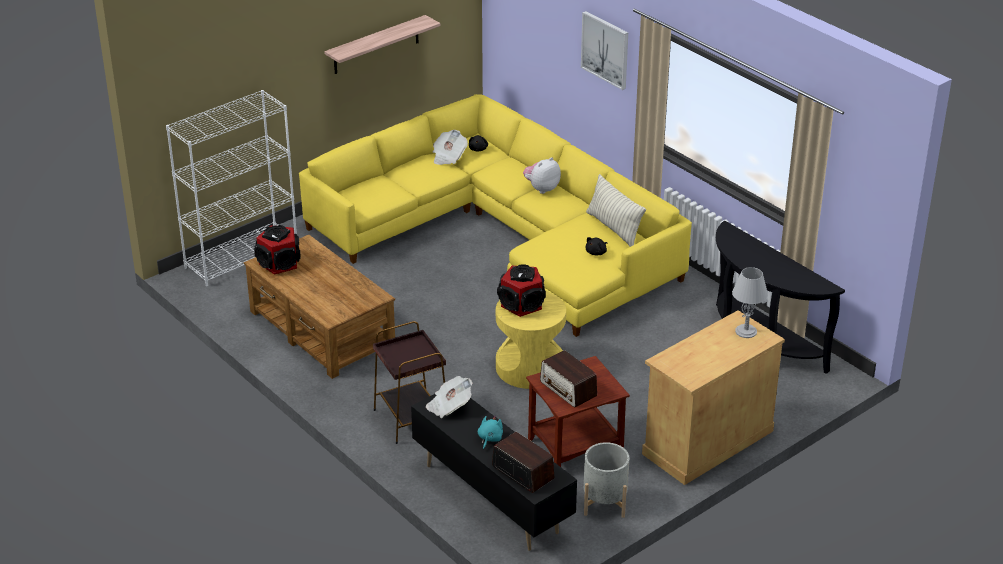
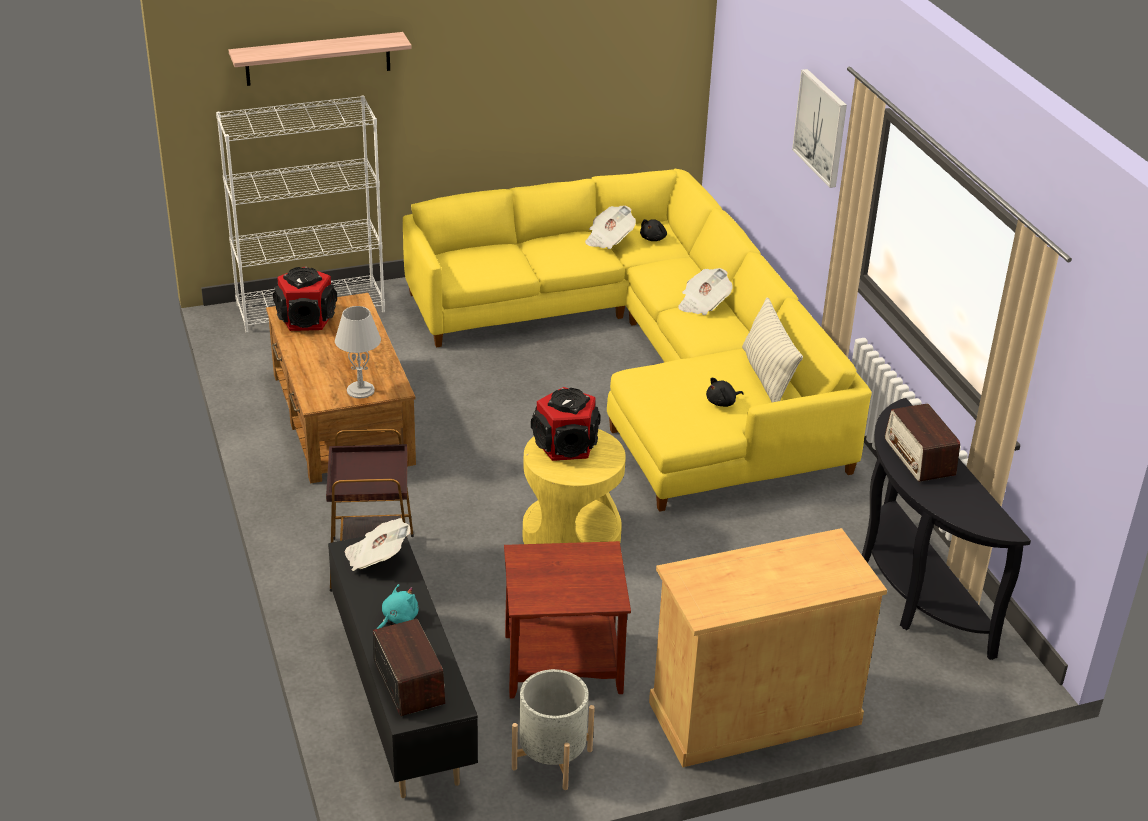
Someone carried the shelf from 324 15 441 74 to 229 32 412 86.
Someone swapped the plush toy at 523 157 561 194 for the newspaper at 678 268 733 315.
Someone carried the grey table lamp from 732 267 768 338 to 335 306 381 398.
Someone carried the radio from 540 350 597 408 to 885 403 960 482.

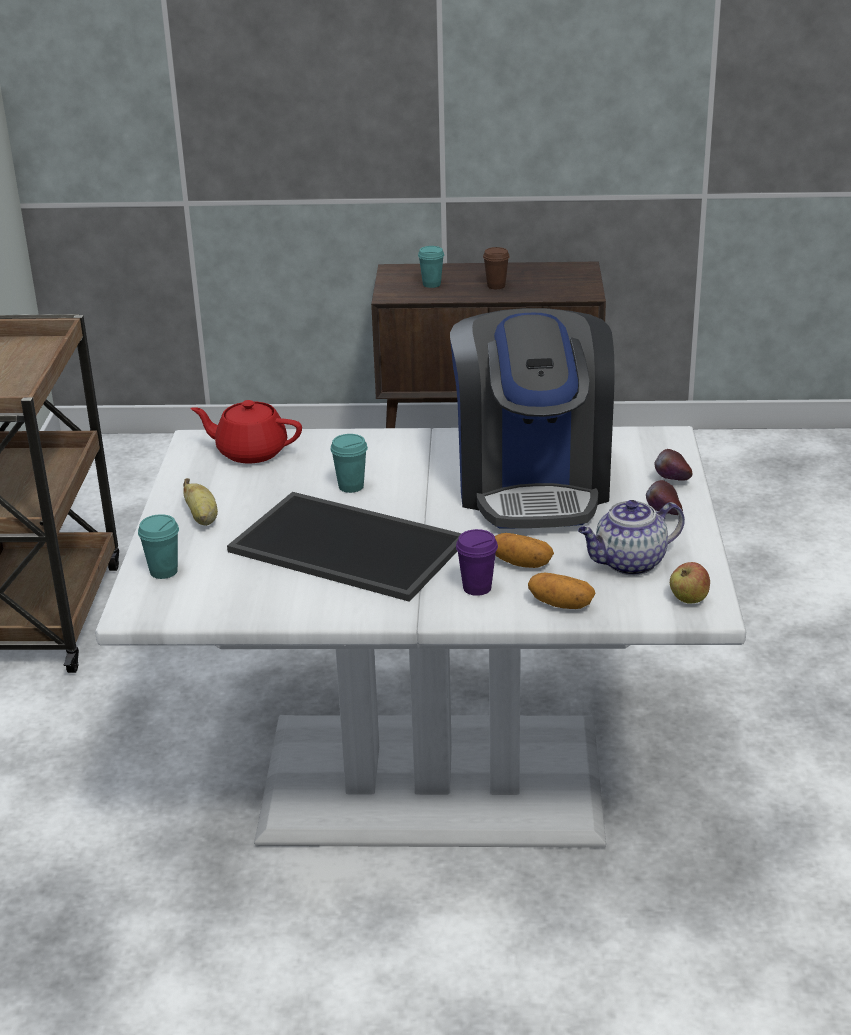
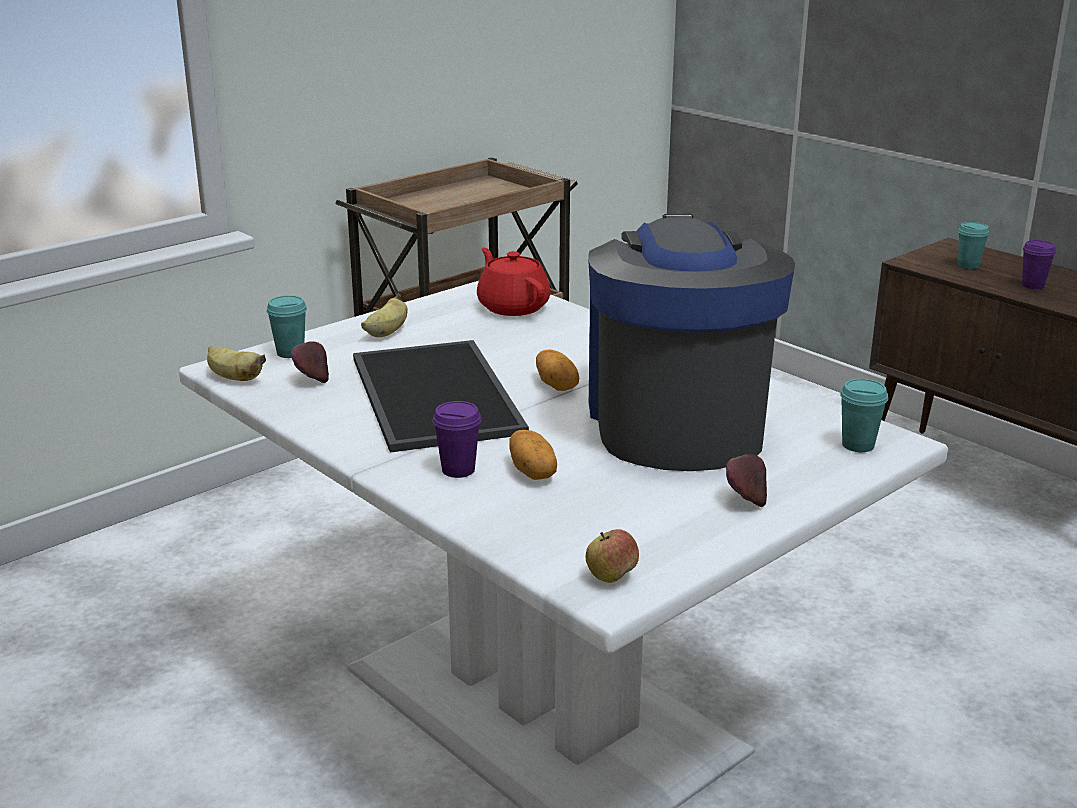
Someone repainted the brown cup at 483 247 510 289, which became the purple cup at 1022 240 1056 289.
Someone rotated the coffee machine at 450 308 615 528 by 135 degrees clockwise.
Someone carried the turquoise cup from 330 434 368 493 to 840 379 888 452.
Someone carried the apple from 655 449 693 481 to 291 342 329 383.
Someone took away the teapot at 578 500 685 576.
Someone carried the potato from 528 573 596 609 to 536 350 579 391.
Someone put down the banana at 207 346 266 381.

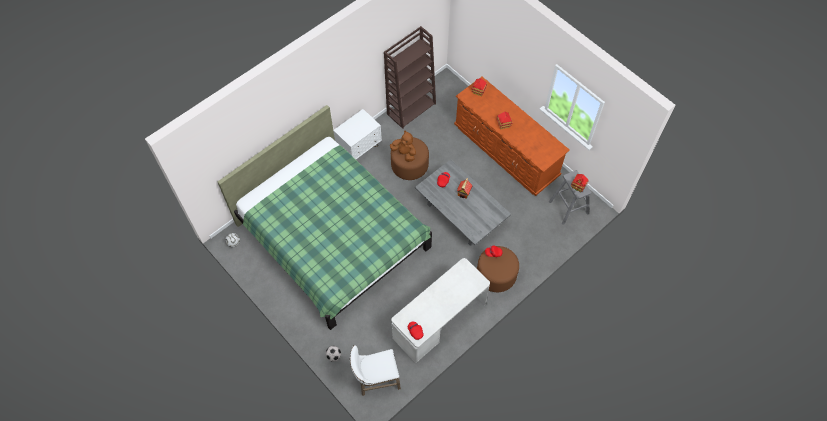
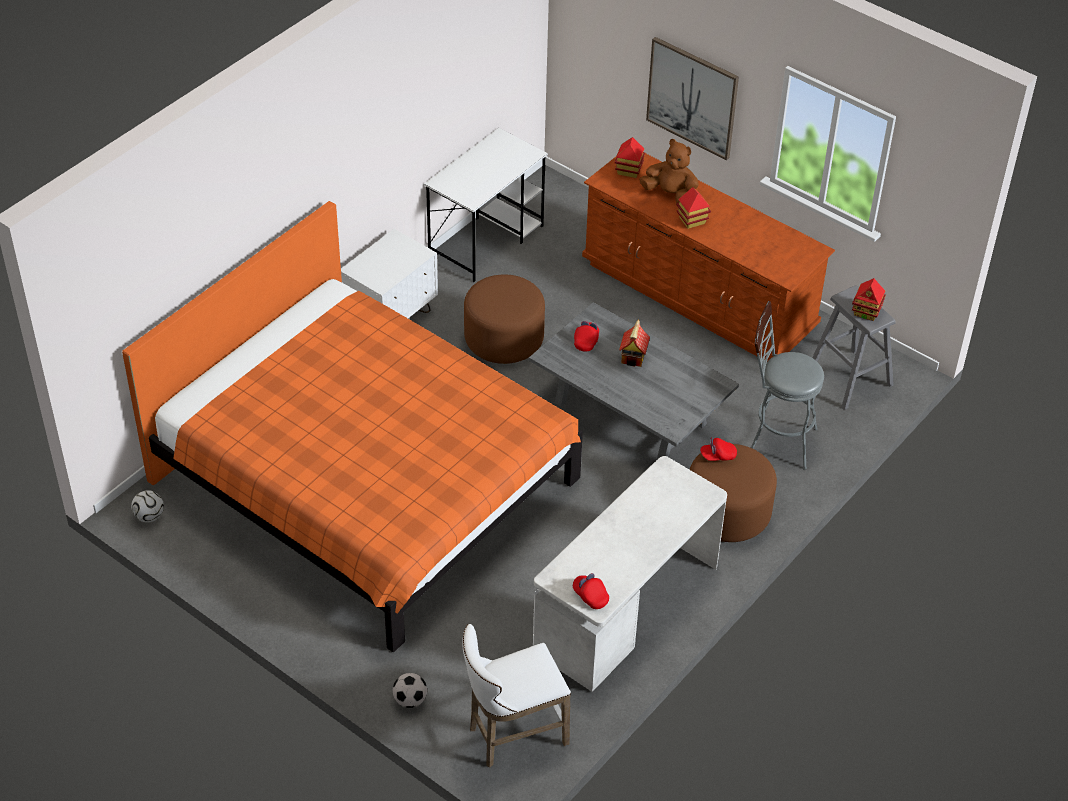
Someone swapped the brown bookcase at 384 26 436 129 for the white desk at 424 128 548 282.
Someone repainted the green bed at 218 105 432 330, which became the orange bed at 122 201 583 652.
Someone carried the brown plush toy from 390 130 416 162 to 639 139 699 203.
Someone put up the picture at 646 37 739 160.
Someone put down the grey stool at 751 301 824 470.

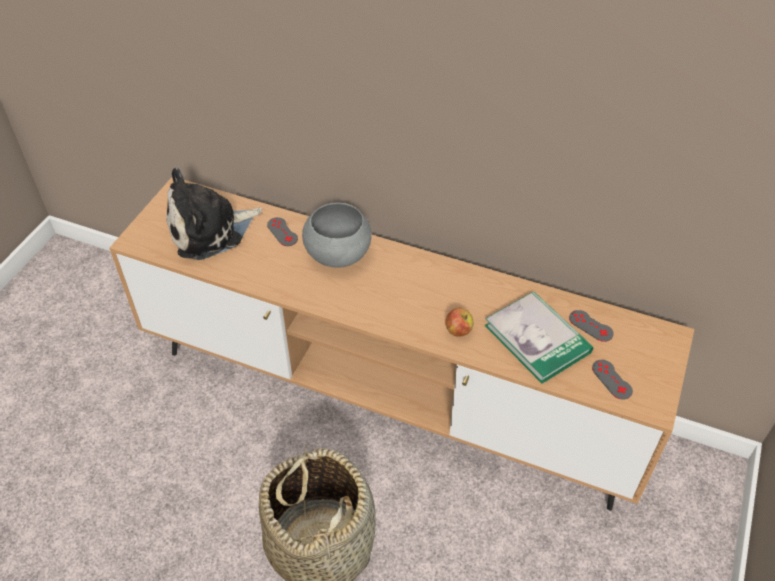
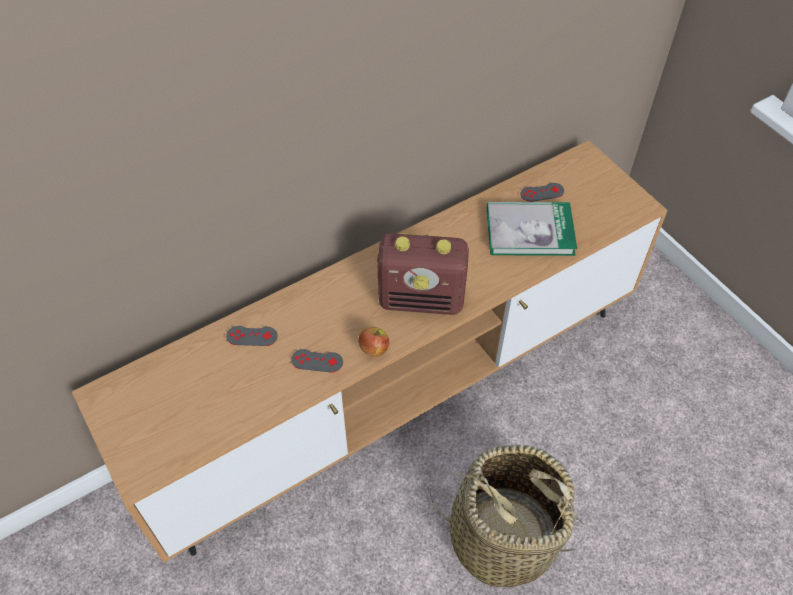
Someone took away the plush toy at 166 168 262 260.
Someone took away the grey bowl at 302 203 372 268.
Someone carried the apple from 445 308 474 337 to 358 327 389 357.
Someone carried the grey game controller from 592 360 633 400 to 291 349 343 372.
Someone put down the radio at 377 233 469 315.

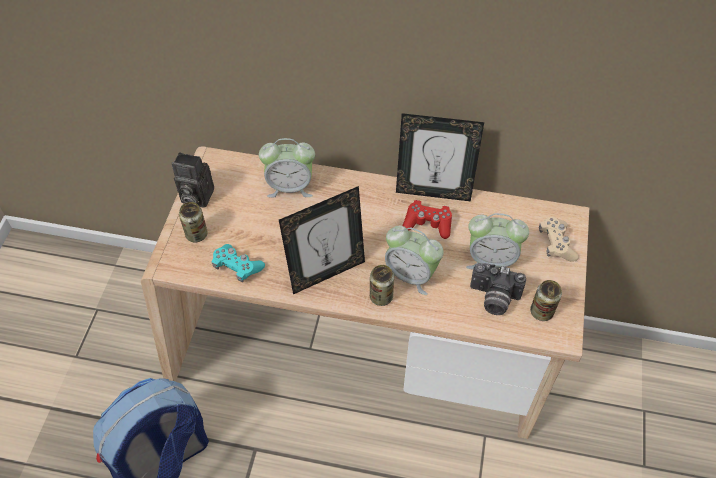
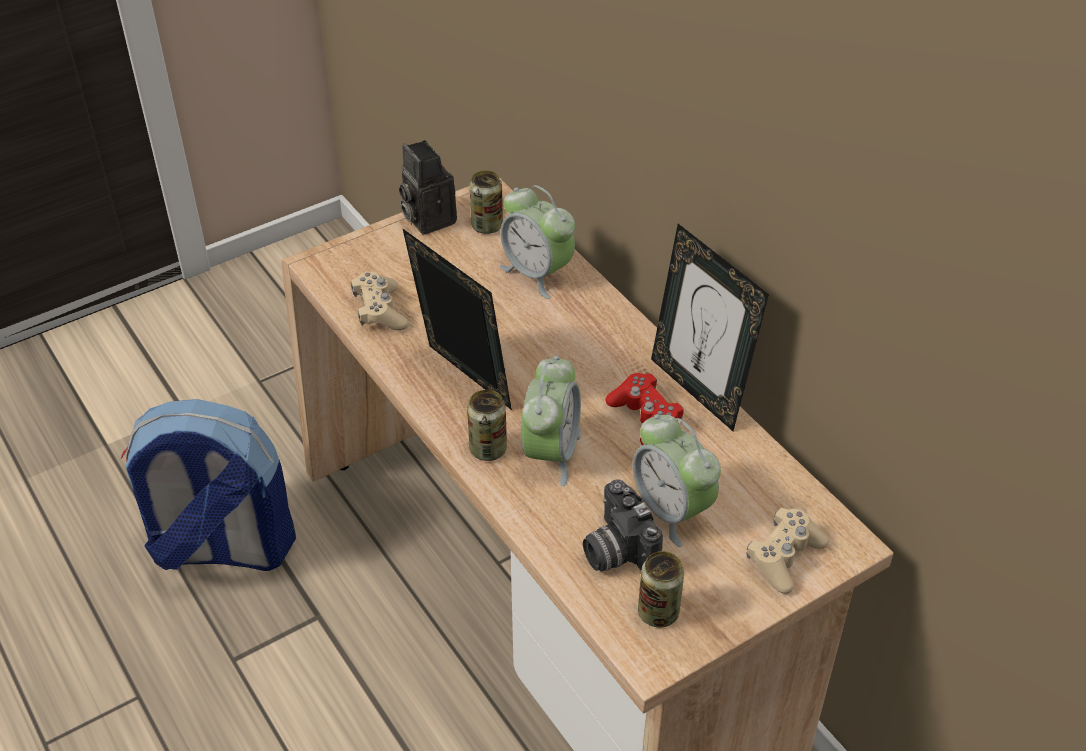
Someone rotated the picture frame at 279 186 365 294 by 150 degrees counterclockwise.
Someone carried the can from 179 202 208 242 to 470 170 503 234.
Someone rotated the alarm clock at 385 226 444 295 by 150 degrees counterclockwise.
Someone repainted the turquoise game controller at 212 244 265 282, which became the beige game controller at 351 272 409 330.

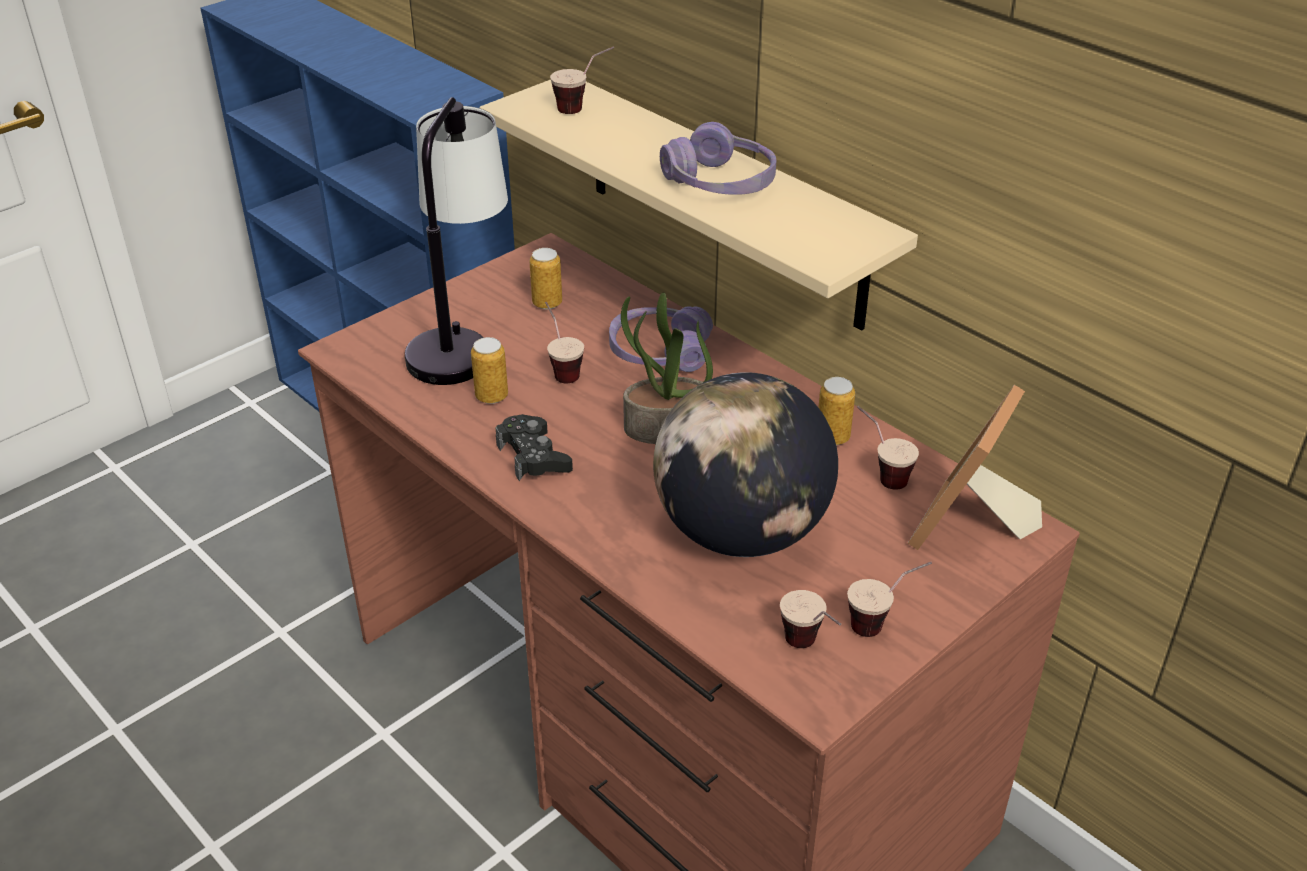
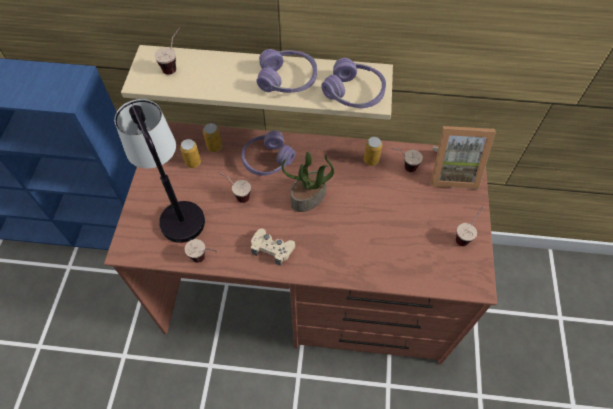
Someone carried the can from 471 337 508 404 to 203 123 222 152.
Someone took away the globe at 653 372 838 557.
Someone rotated the picture frame at 908 385 1042 550 by 75 degrees counterclockwise.
Someone repainted the black game controller at 496 414 573 481, which became the beige game controller at 251 229 295 265.
Someone carried the cup from 780 590 841 648 to 185 239 217 263.
Someone put down the purple headphones at 321 58 386 108.

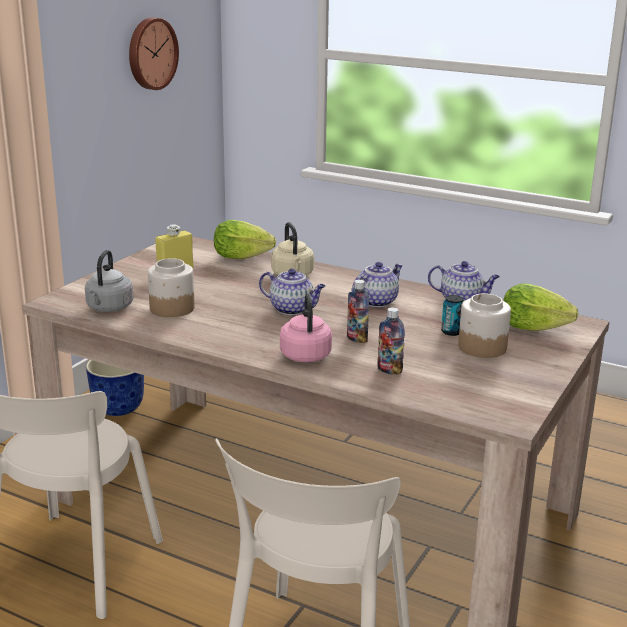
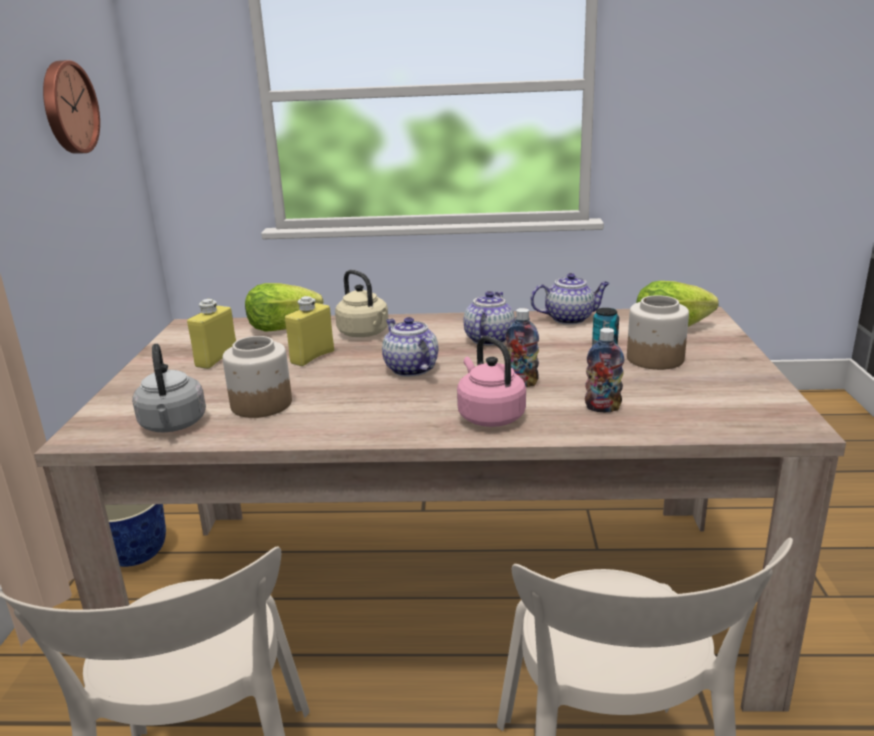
Someone rotated the teapot at 259 269 326 315 by 120 degrees counterclockwise.
Someone put down the yellow bottle at 285 296 334 366.

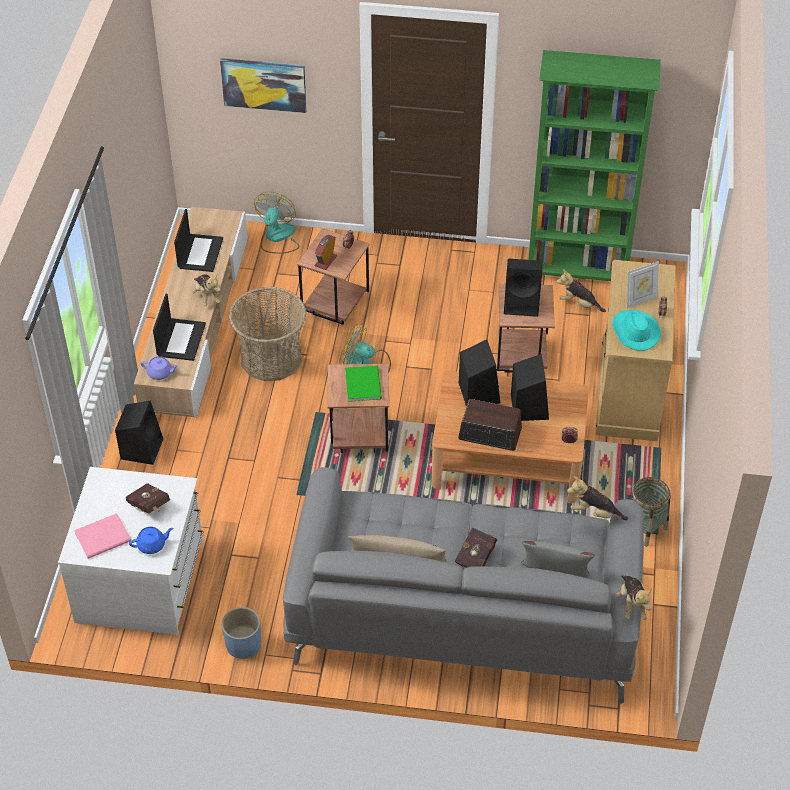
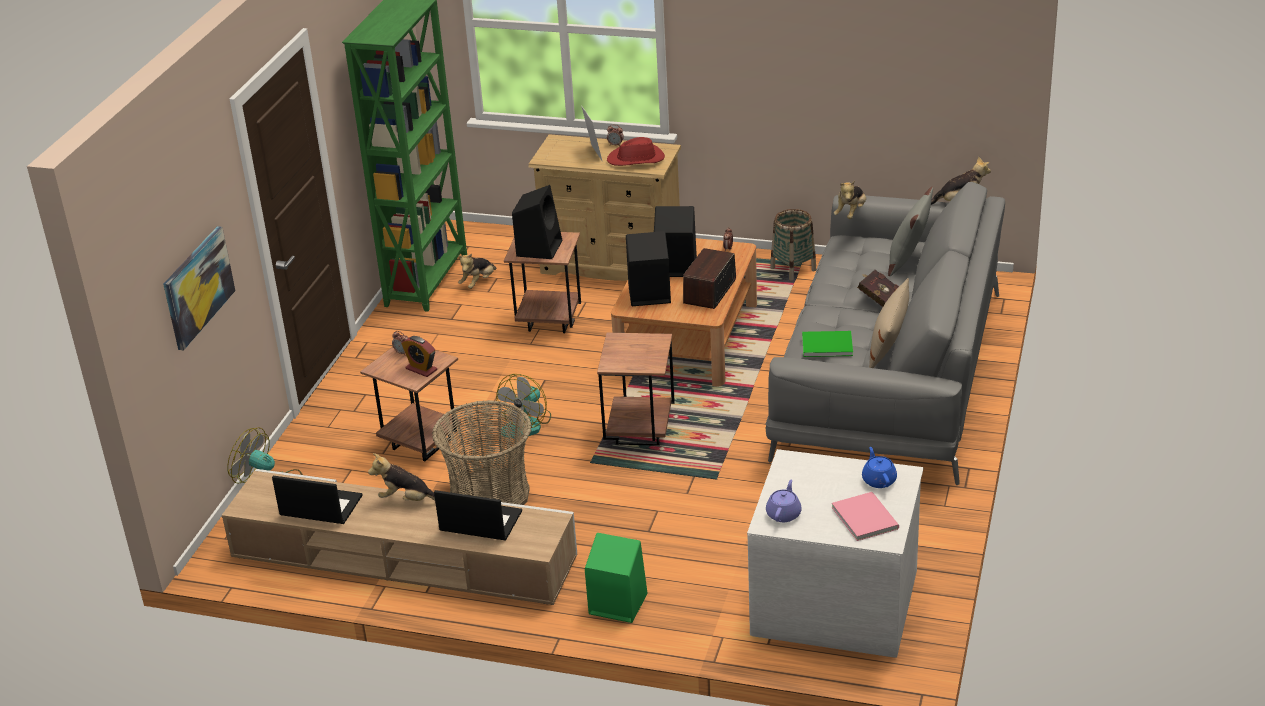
Someone rotated the plush toy at 192 274 221 306 by 150 degrees counterclockwise.
Someone repainted the turquoise hat at 612 310 661 351, which became the red hat at 607 137 665 166.
Someone carried the purple teapot from 140 356 179 380 to 766 479 801 522.
Someone carried the green book from 345 366 382 402 to 802 331 853 357.
Someone repainted the black speaker at 115 401 163 465, which became the green speaker at 585 533 648 623.
Someone took away the red book at 126 483 170 514.
Someone took away the blue planter at 222 607 261 659.

